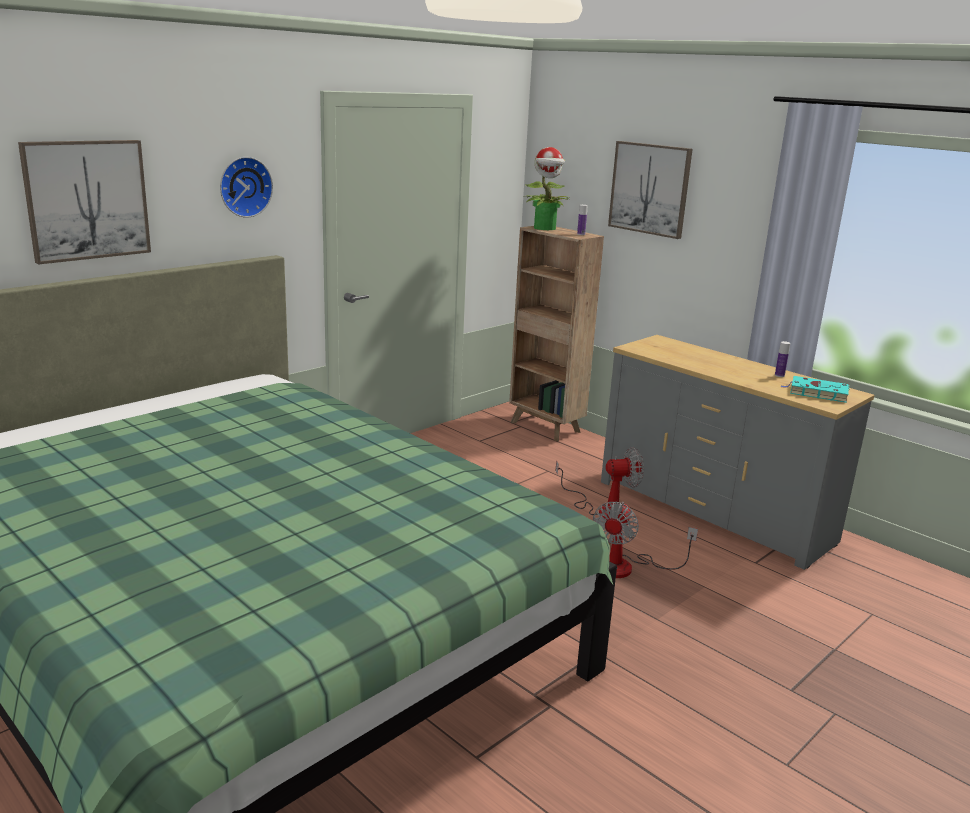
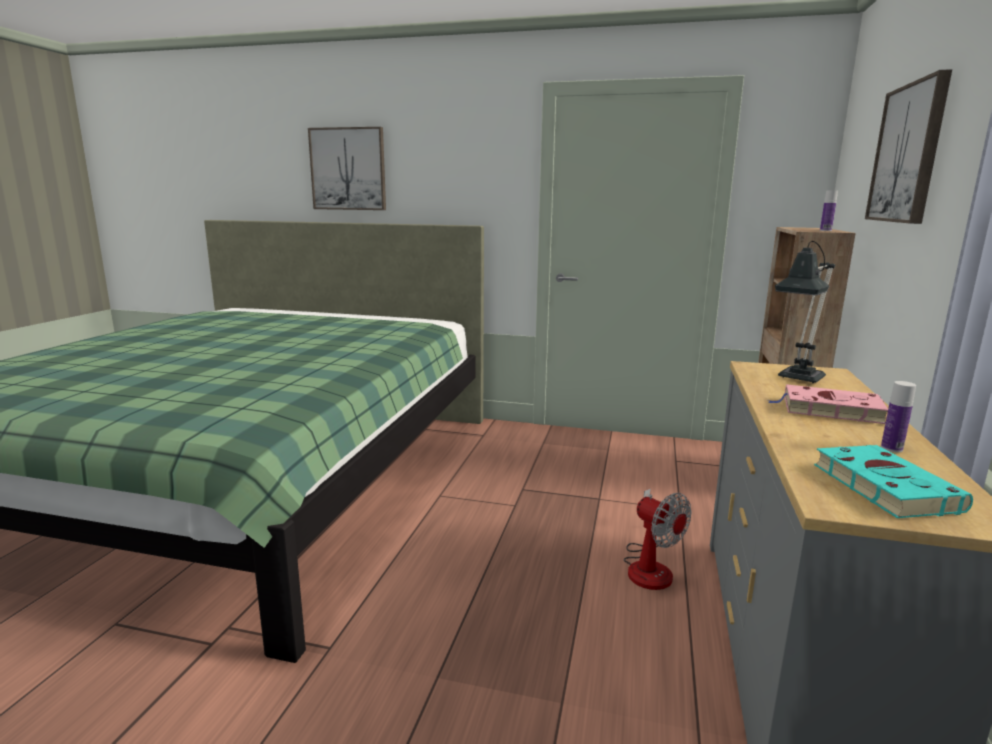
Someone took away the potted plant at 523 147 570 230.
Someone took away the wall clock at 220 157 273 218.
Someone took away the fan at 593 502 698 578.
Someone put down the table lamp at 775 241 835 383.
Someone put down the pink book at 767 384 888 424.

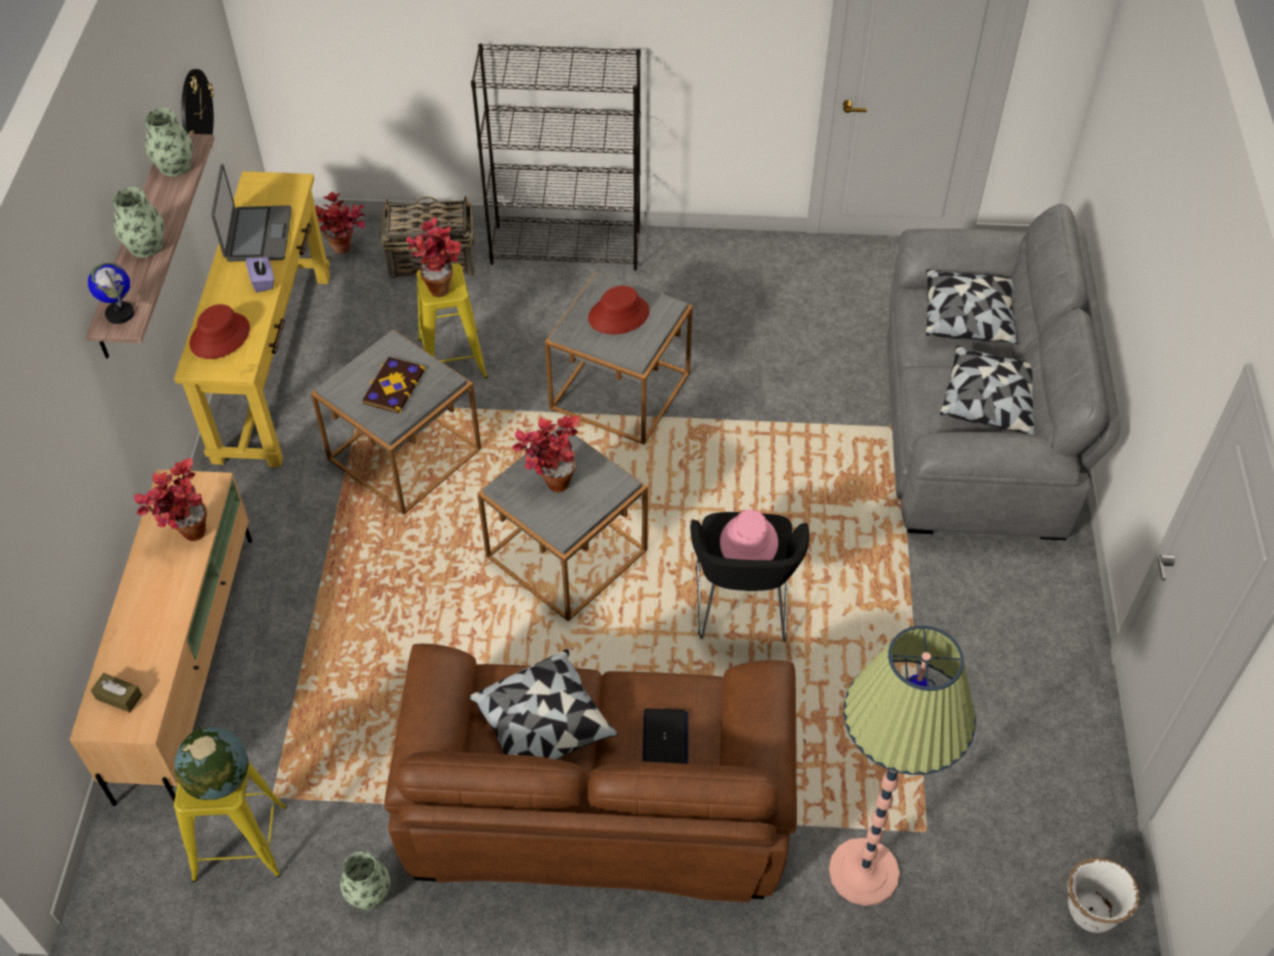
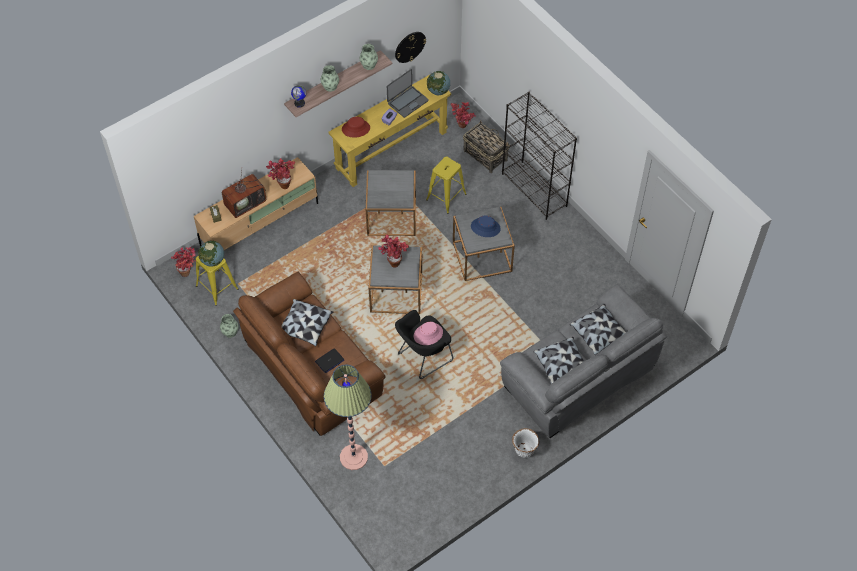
Someone carried the potted plant from 406 218 461 297 to 171 247 196 277.
Someone repainted the red hat at 588 285 650 335, which became the blue hat at 471 216 501 237.
Someone took away the book at 362 357 426 413.
Someone carried the white planter from 1068 858 1140 933 to 512 428 539 458.
Someone put down the globe at 427 71 450 95.
Someone put down the television at 222 171 266 218.

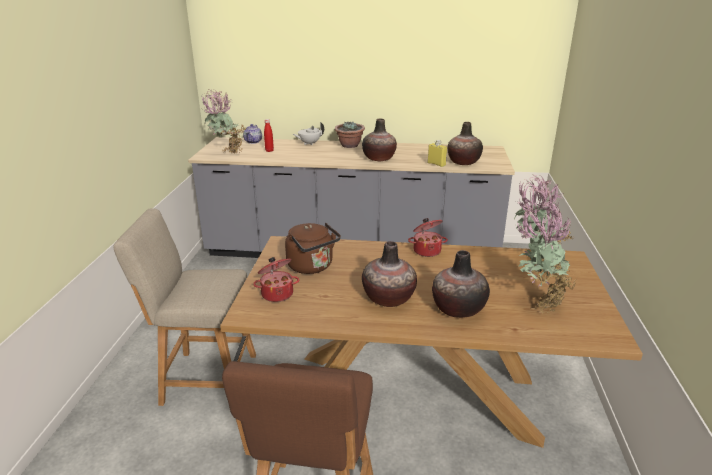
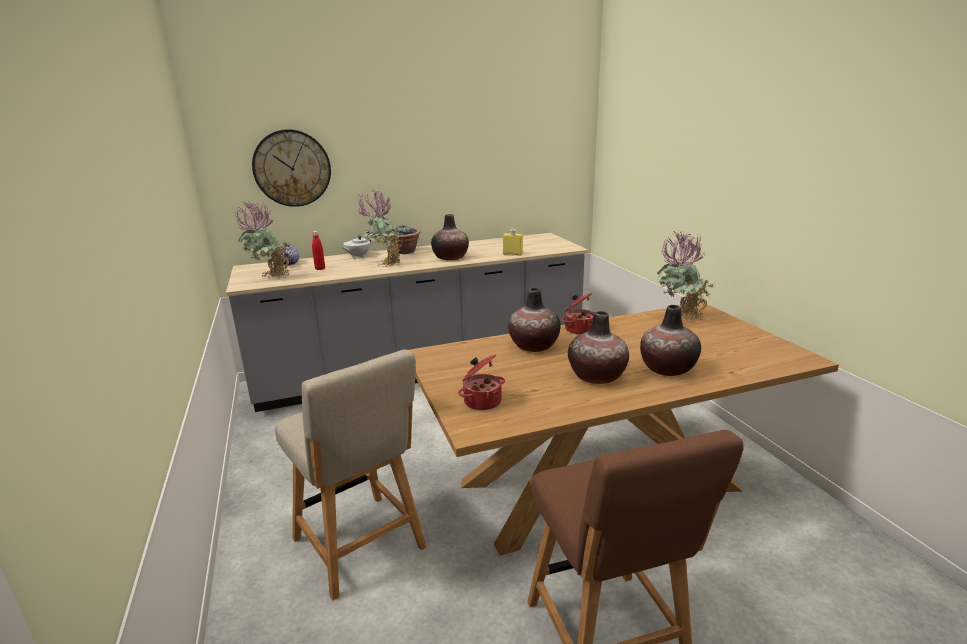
Someone carried the vase from 447 122 483 165 to 508 288 561 352.
Someone carried the potted plant from 517 201 576 313 to 356 189 403 267.
Someone rotated the beige chair at 113 209 256 406 by 105 degrees counterclockwise.
Someone took away the brown kettle at 285 223 341 274.
Someone put up the wall clock at 252 129 331 207.

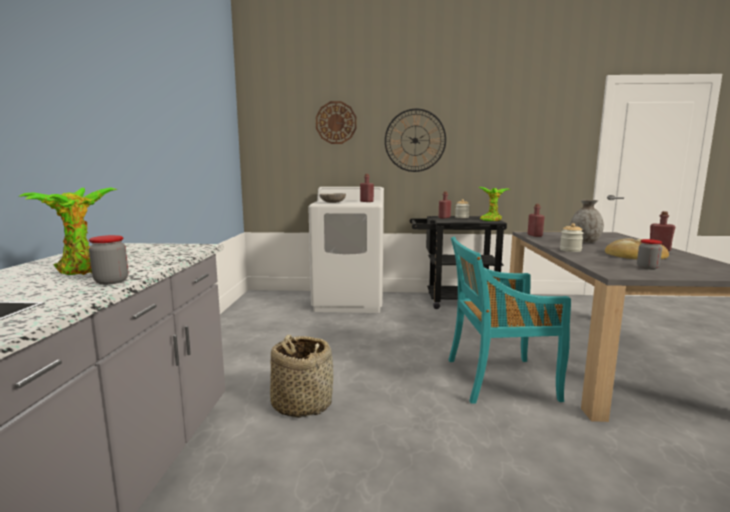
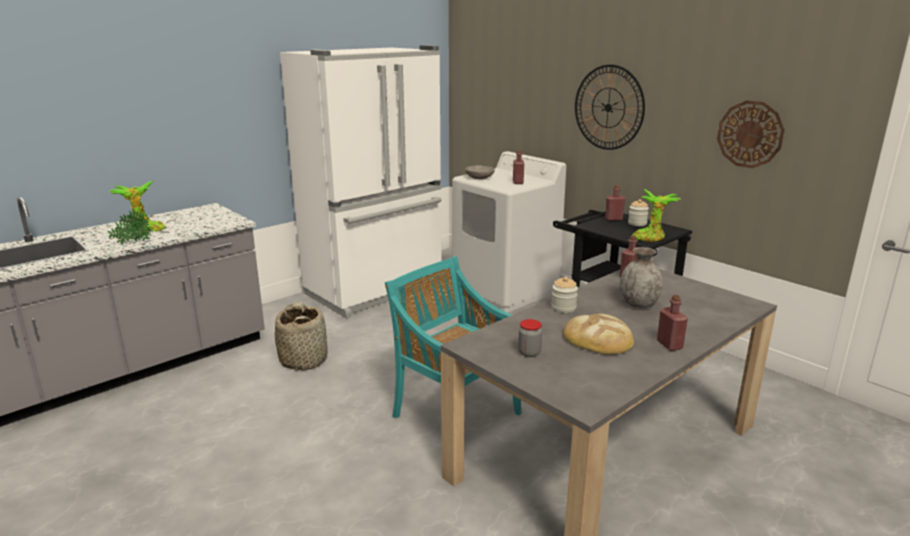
Someone carried the wall clock from 316 101 357 144 to 717 100 785 168.
Someone swapped the jar at 89 235 128 285 for the potted plant at 108 210 151 245.
Someone put down the white fridge at 280 45 442 319.

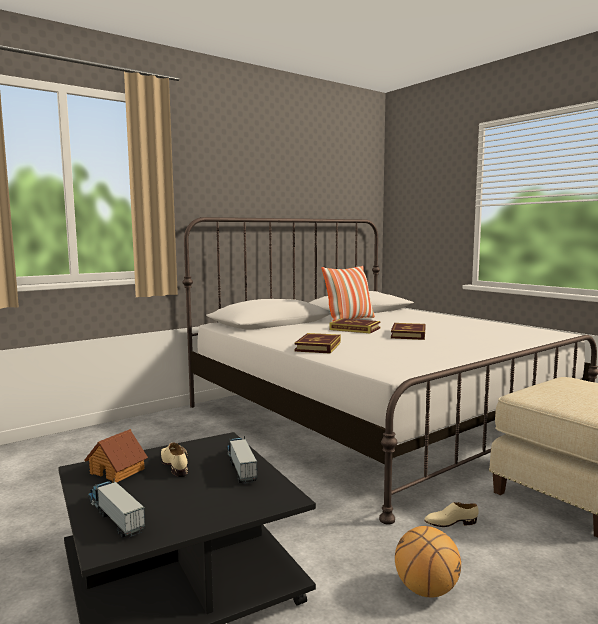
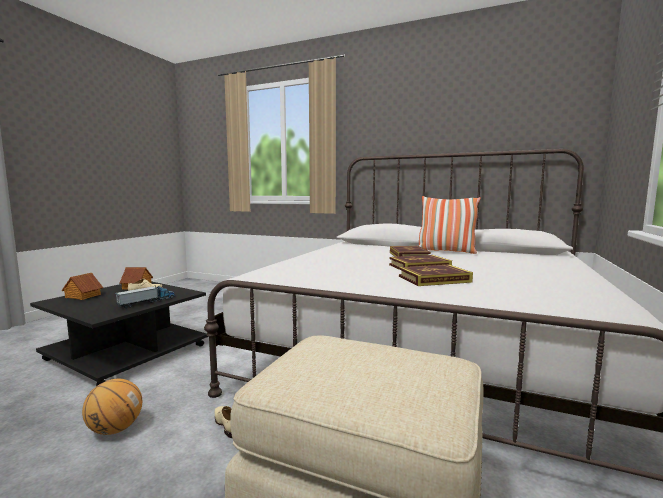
Someone carried the book from 294 333 341 354 to 399 265 473 286.
Someone swapped the toy truck at 87 478 145 538 for the toy house at 62 273 103 300.

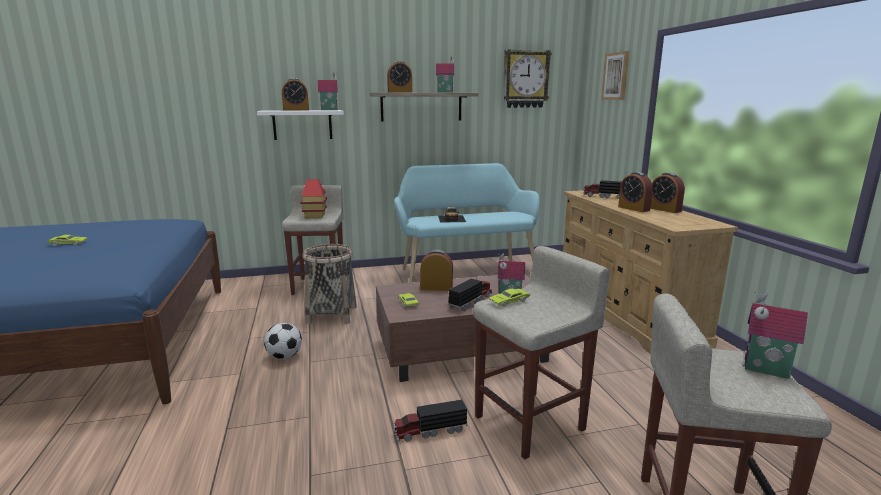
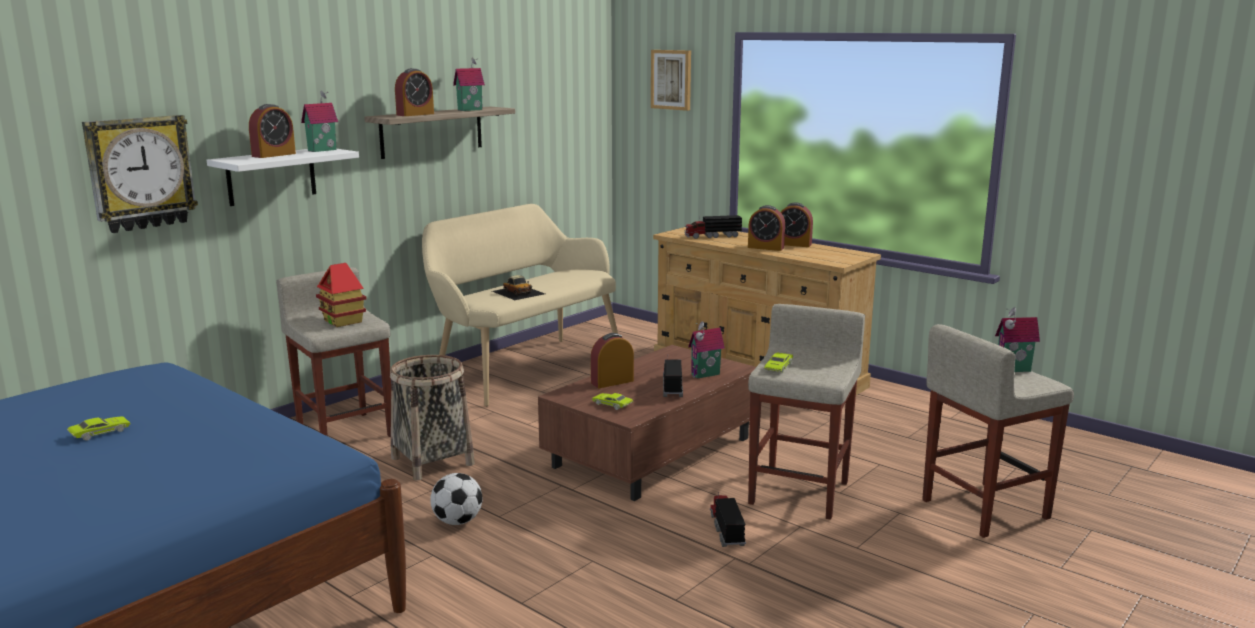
Someone carried the wall clock from 503 49 552 108 to 82 115 198 233.
Someone repainted the turquoise bench at 394 163 540 283, which became the beige bench at 422 204 618 407.
Someone rotated the toy truck at 393 400 467 442 by 135 degrees clockwise.

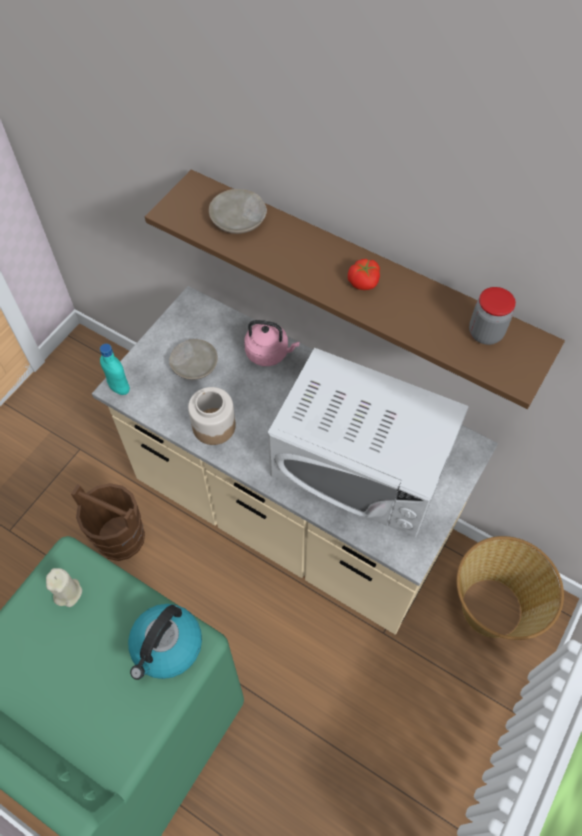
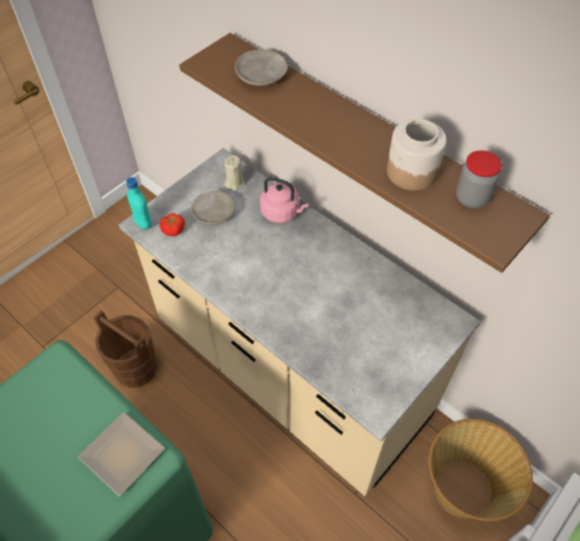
Someone carried the tomato from 348 259 380 290 to 160 213 185 236.
Someone took away the white microwave at 268 348 469 537.
Someone carried the jar from 188 387 236 445 to 387 119 446 191.
Someone carried the beige candle from 46 568 82 607 to 224 155 245 191.
Someone swapped the kettle at 128 604 202 680 for the plate at 78 412 165 496.

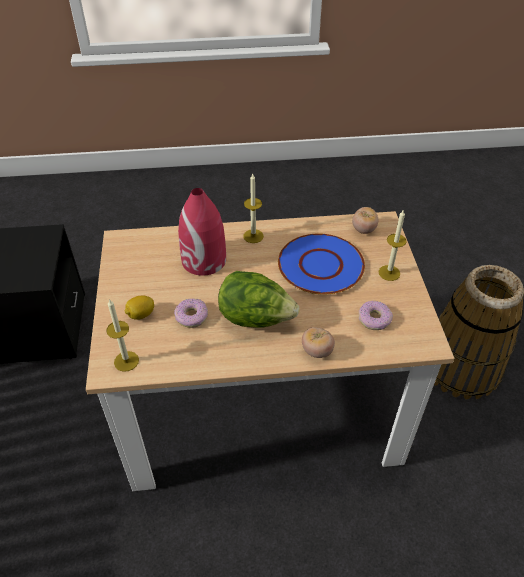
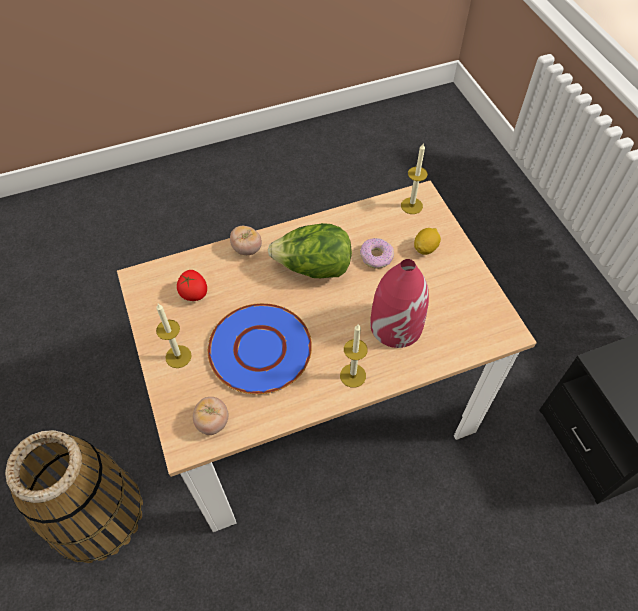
Someone swapped the donut at 359 301 393 330 for the tomato at 177 270 207 301.

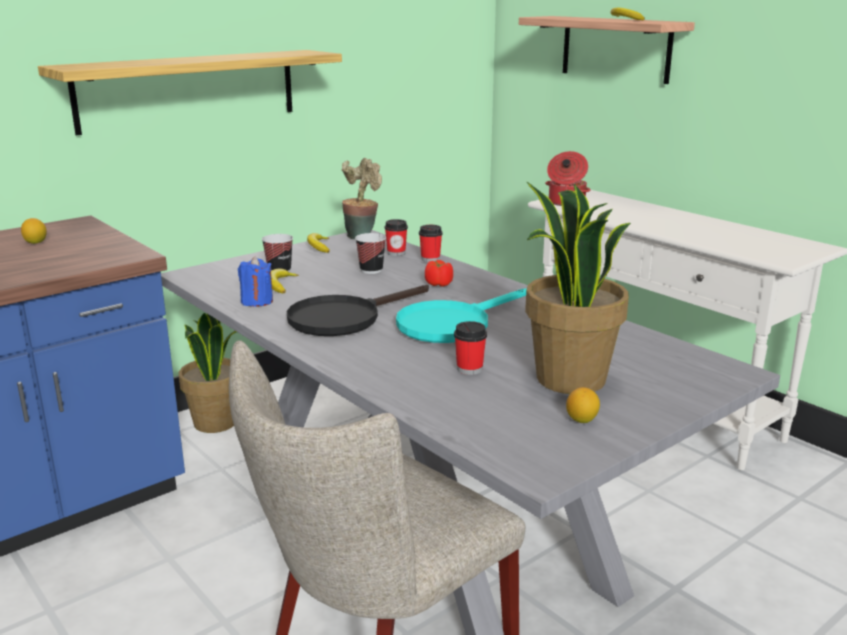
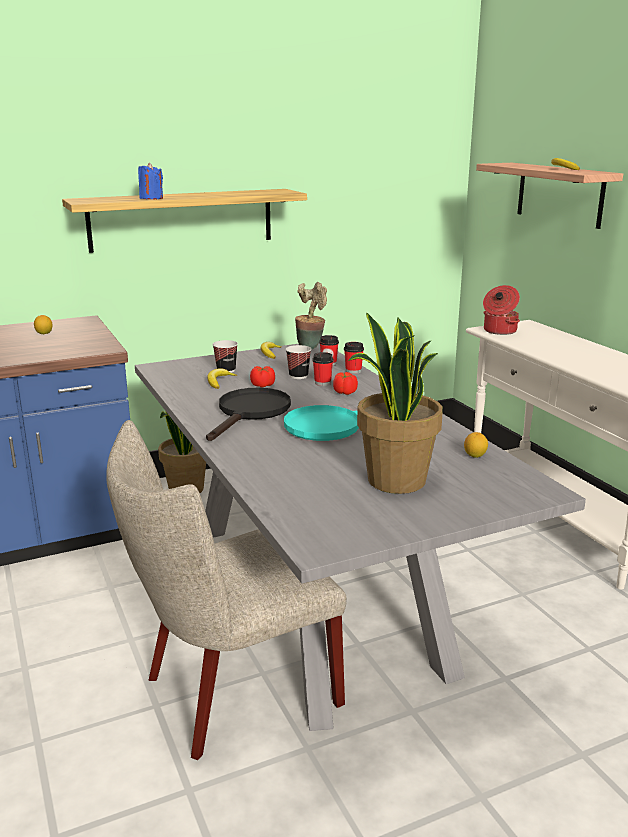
Someone carried the blue candle from 238 257 273 307 to 138 163 163 199.
Someone rotated the black frying pan at 287 285 429 336 by 135 degrees clockwise.
Someone carried the cup from 454 321 487 375 to 312 352 334 386.
Someone carried the lemon from 566 387 600 423 to 464 432 488 458.
Someone put down the tomato at 250 366 275 387.

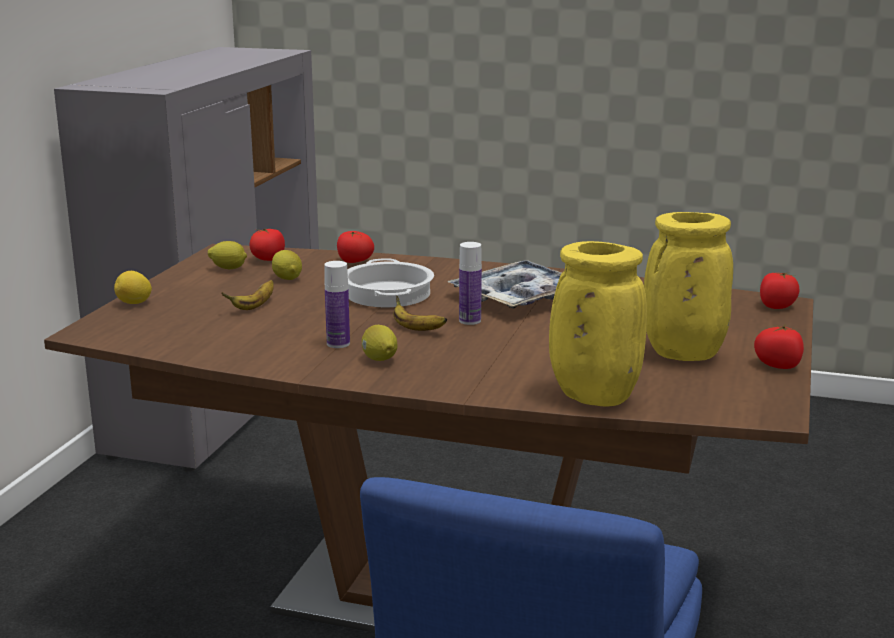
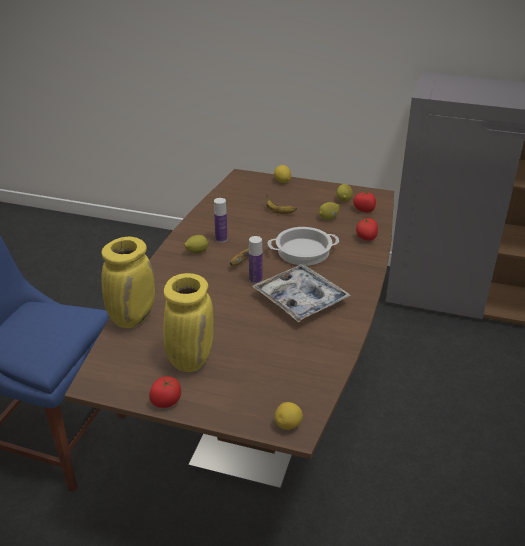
Someone swapped the tomato at 760 272 800 309 for the lemon at 274 402 303 430.

